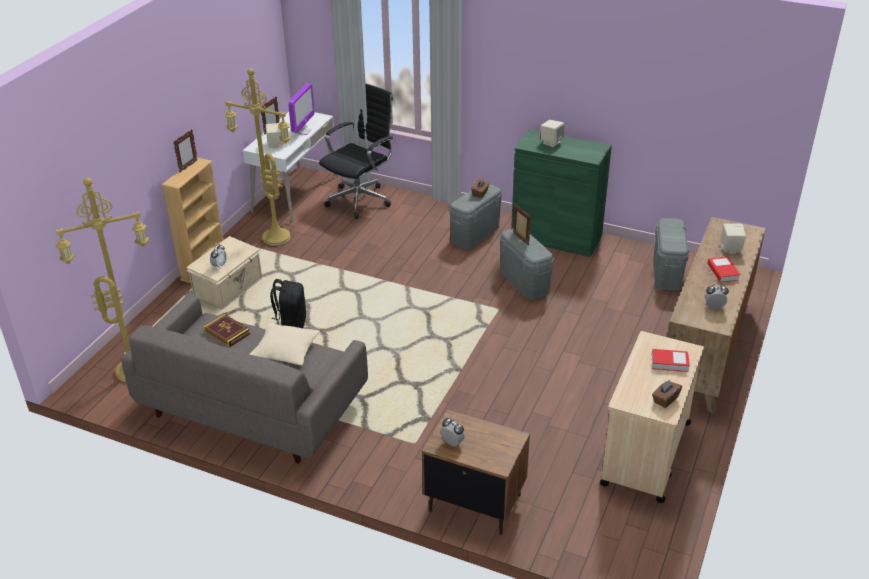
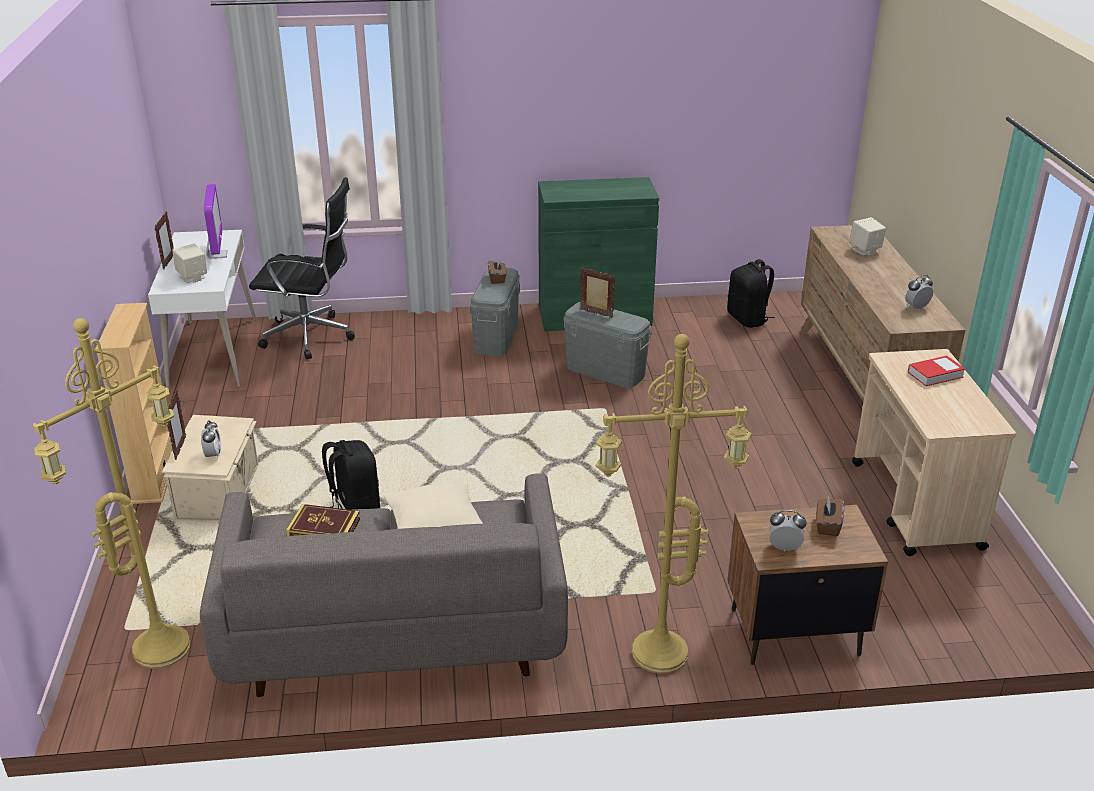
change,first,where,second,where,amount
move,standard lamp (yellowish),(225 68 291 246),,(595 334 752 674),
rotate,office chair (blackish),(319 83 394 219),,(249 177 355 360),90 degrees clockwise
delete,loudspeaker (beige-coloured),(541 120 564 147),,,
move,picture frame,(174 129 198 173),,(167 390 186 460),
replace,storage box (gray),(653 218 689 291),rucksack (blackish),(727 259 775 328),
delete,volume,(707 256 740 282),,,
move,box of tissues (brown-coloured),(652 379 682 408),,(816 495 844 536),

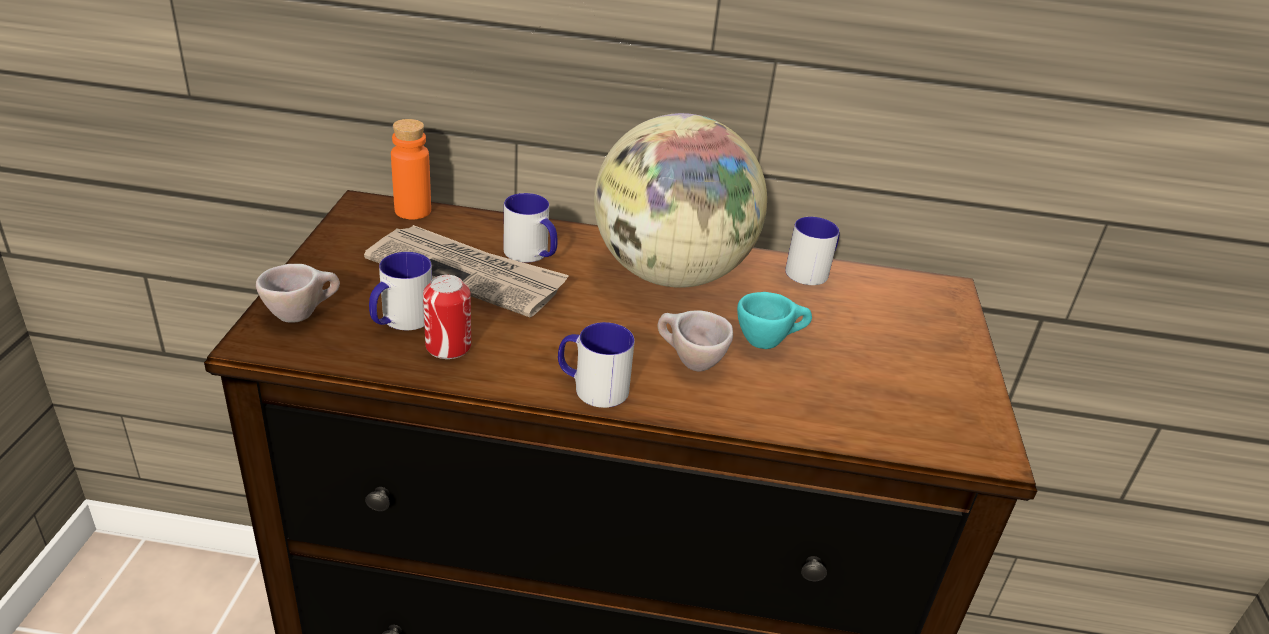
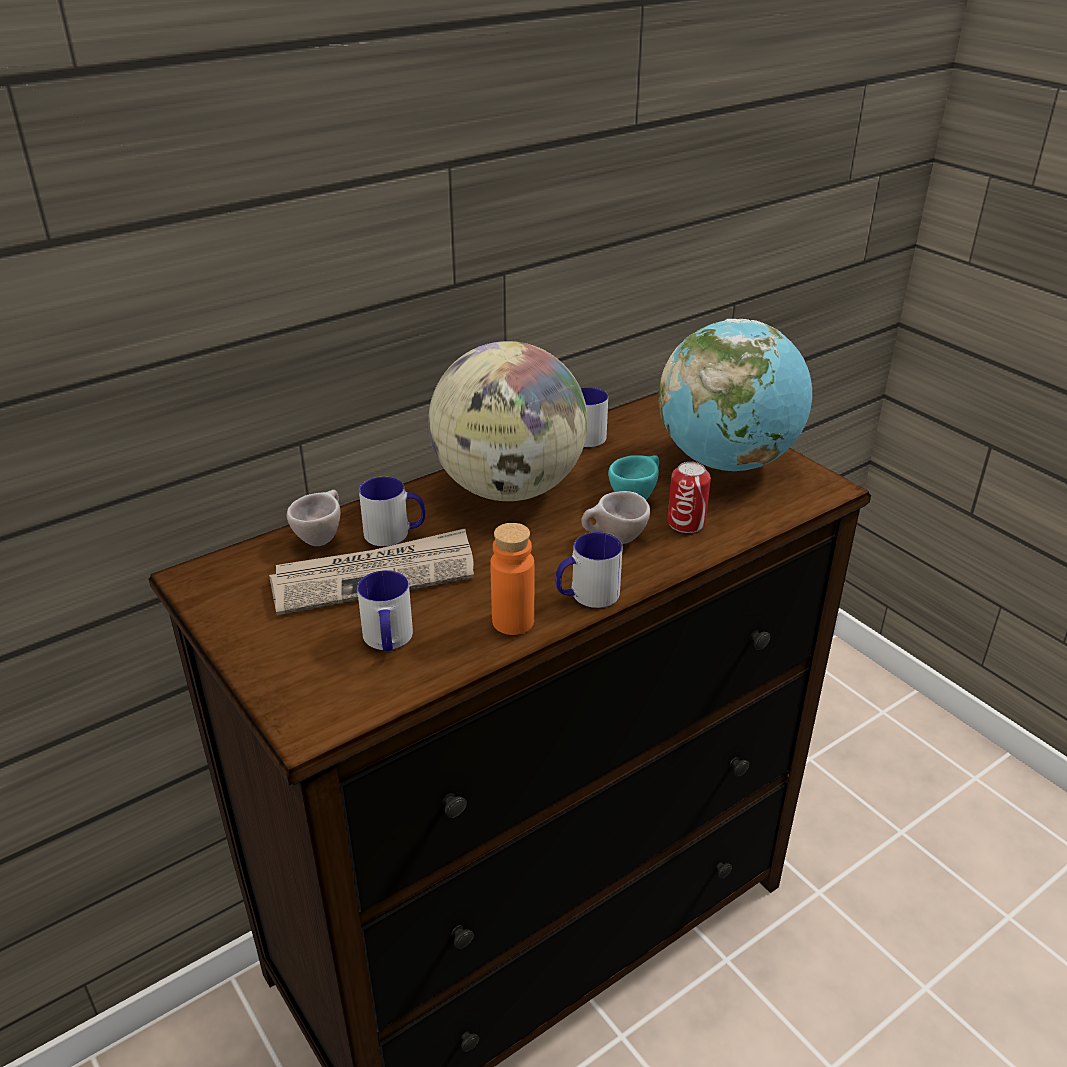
change,first,where,second,where,amount
move,bottle (orangey),(391 119 431 219),,(490 523 534 635),
move,drinking cup (beige-coloured),(256 264 340 323),,(287 490 340 546),
move,can,(423 275 471 359),,(668 462 711 533),
insert,,,world globe,(659 319 812 471),

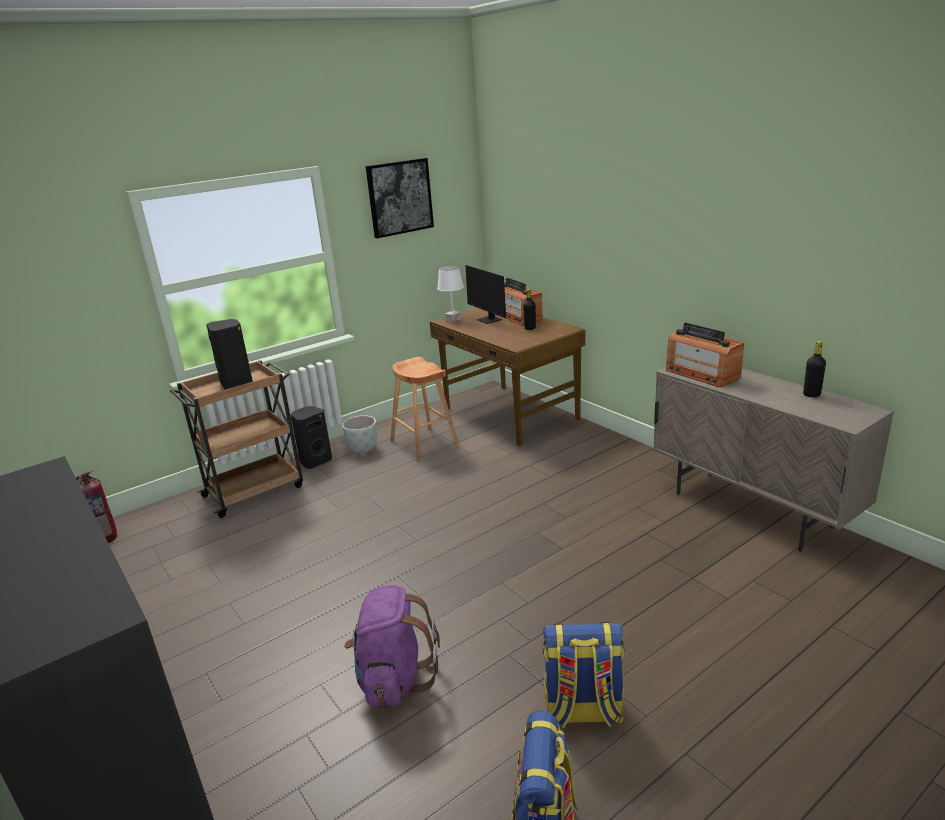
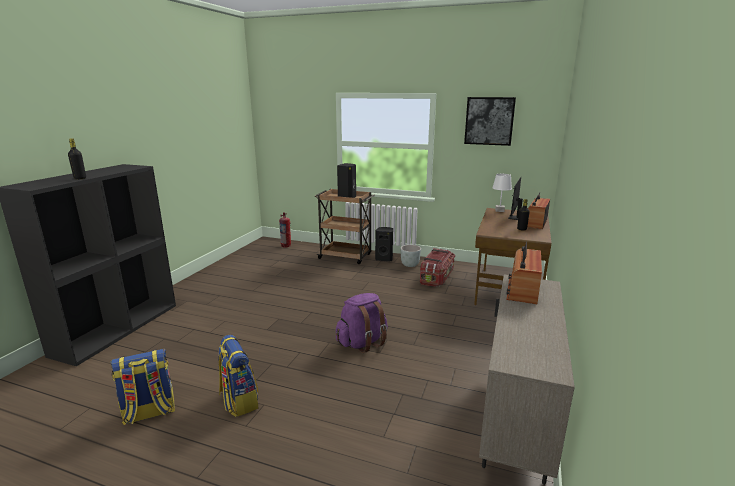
change,first,where,second,where,amount
move,bottle (blackish),(803 341 826 397),,(68 138 86 179),
replace,sitting stool (brown-coloured),(391 357 459 461),storage box,(420 248 455 287),
move,rucksack (purplish),(344 585 440 708),,(336 293 388 353),

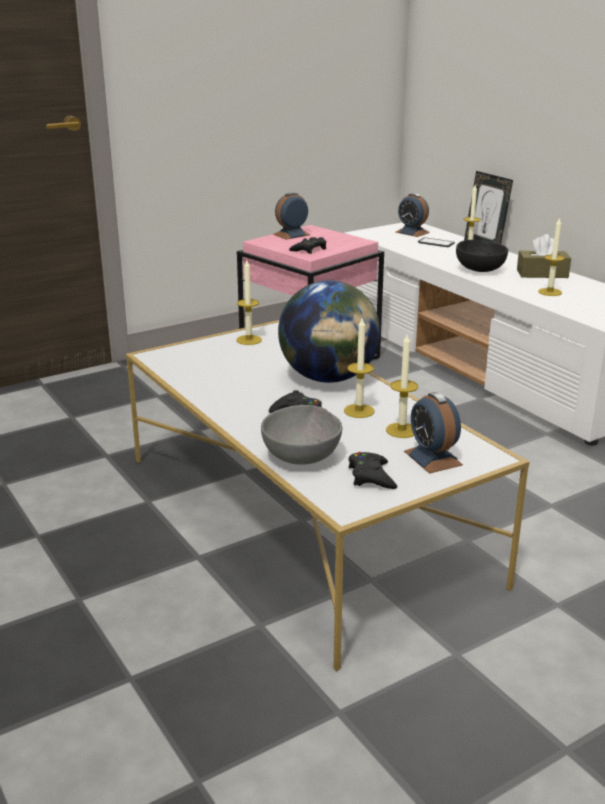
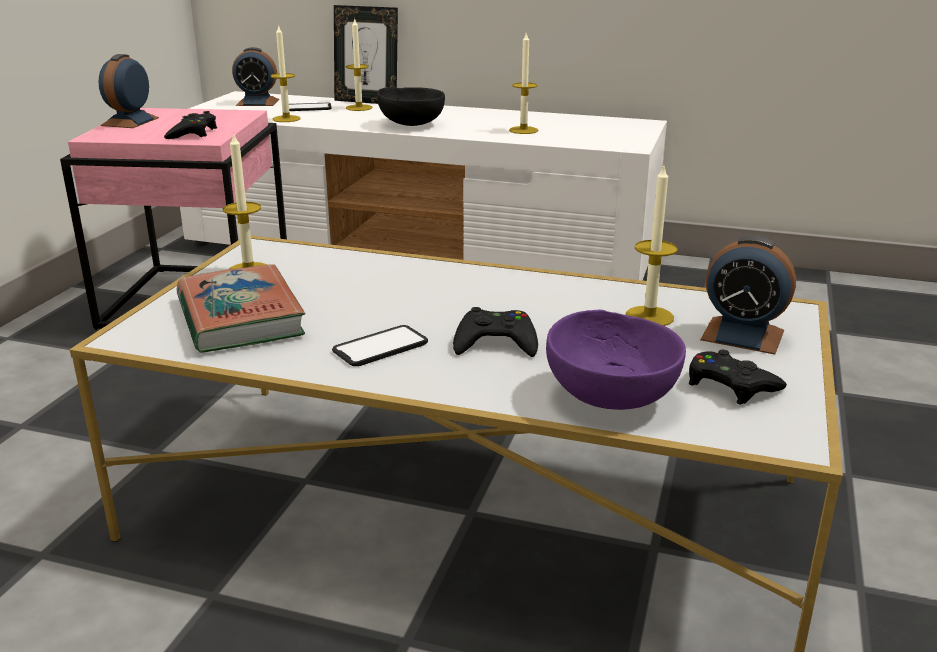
change,first,where,second,where,amount
delete,box of tissues (brown-coloured),(517 234 571 278),,,
delete,world globe,(278 280 380 383),,,
move,wax light,(344 318 375 418),,(271 24 301 122),
recolor,bowl (gray),(261 405 342 465),bowl (purplish),(546 310 686 410),
insert,,,volume,(177 264 305 353),
insert,,,telephone,(332 325 428 366),

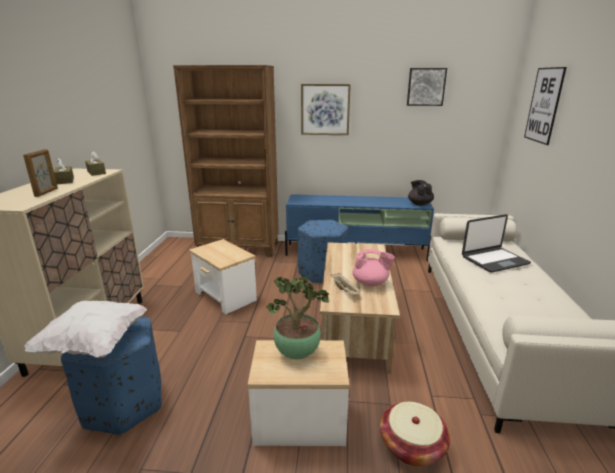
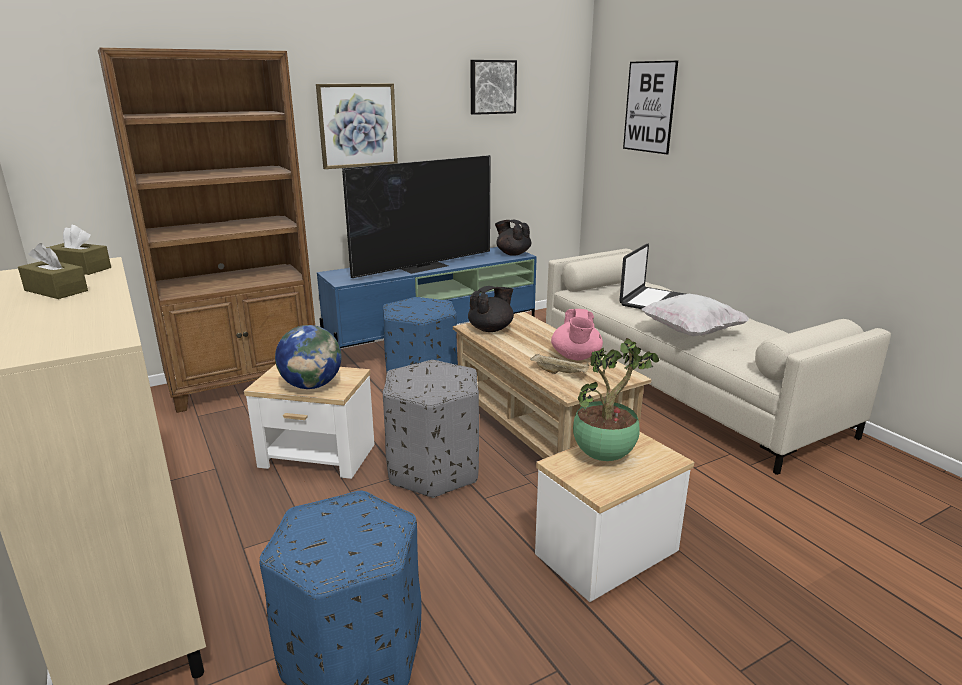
change,first,where,second,where,amount
delete,picture frame,(23 149 58 197),,,
rotate,tea pot (pink),(353 249 395 286),,(551 309 603 360),120 degrees clockwise
move,pillow (white-coloured),(25 300 147 358),,(641 294 749 337),
delete,basket,(380 402 450 466),,,
insert,,,TV set,(342 155 491 278),
insert,,,tea pot (blackish),(468 286 514 332),
insert,,,world globe,(275 325 341 389),
insert,,,ottoman (gray),(383 360 479 498),

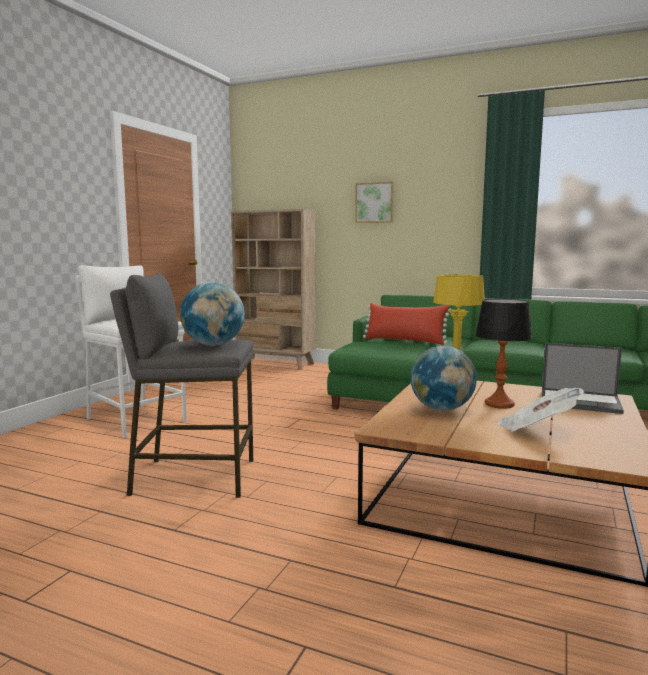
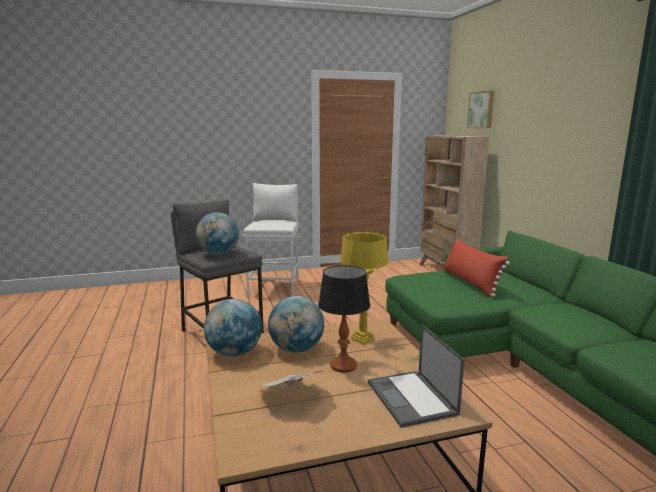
change,first,where,second,where,amount
move,wall art,(355 182 394 223),,(467 90 494 128),
insert,,,world globe,(204 299 262 357),

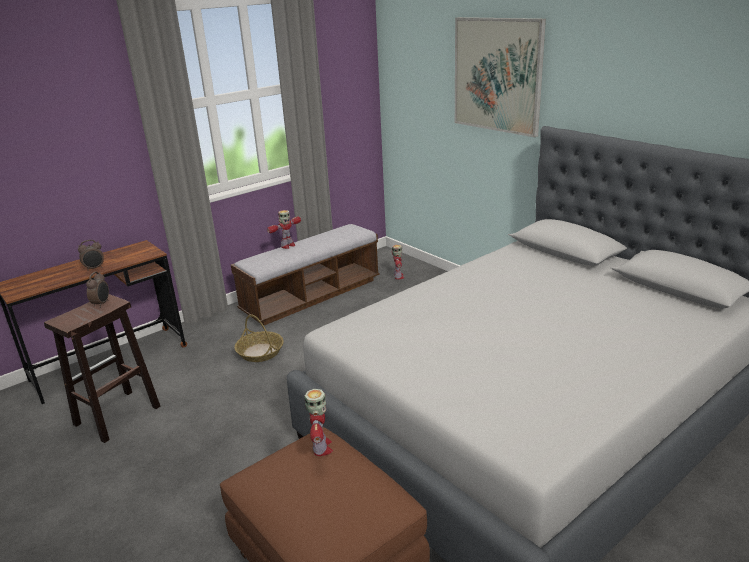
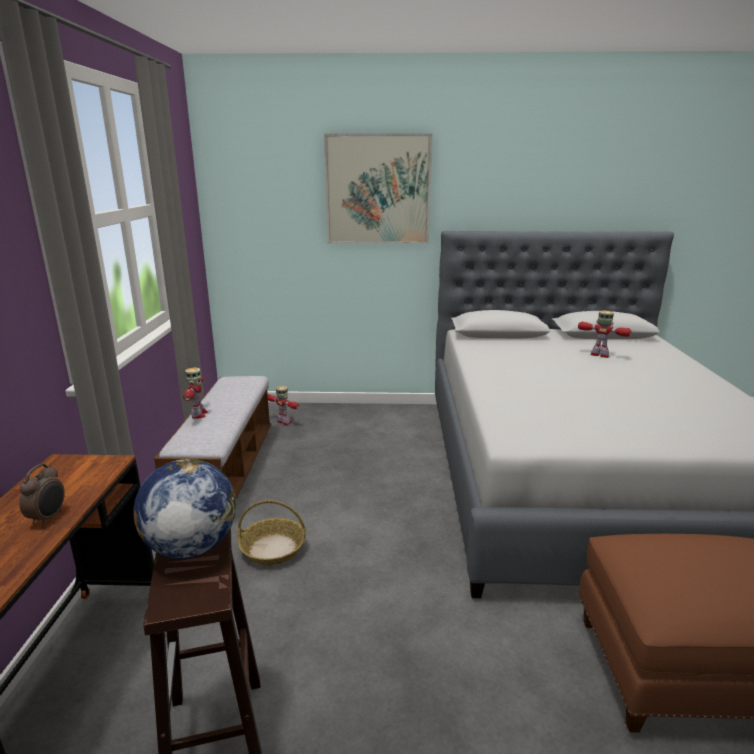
change,first,where,second,where,amount
replace,bedside clock,(86 272 109 308),world globe,(133 459 236 559),
move,model robot,(304 389 333 456),,(578 311 632 358),

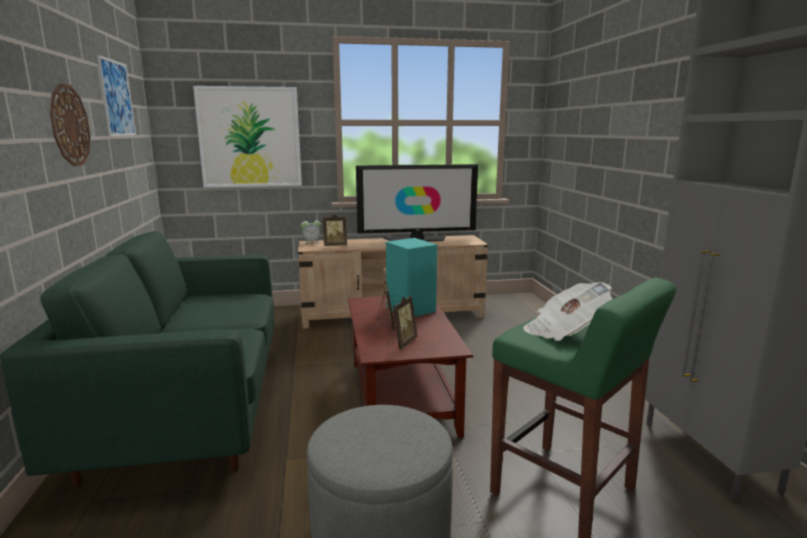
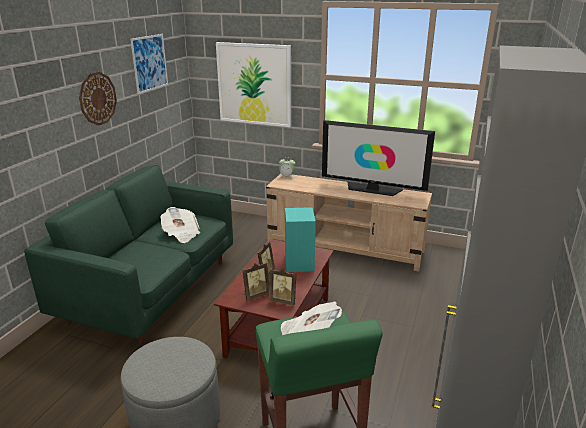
change,first,where,second,where,amount
move,picture frame,(323 214 347 246),,(269 268 296 305),
insert,,,printed paper,(160 207 200 243),

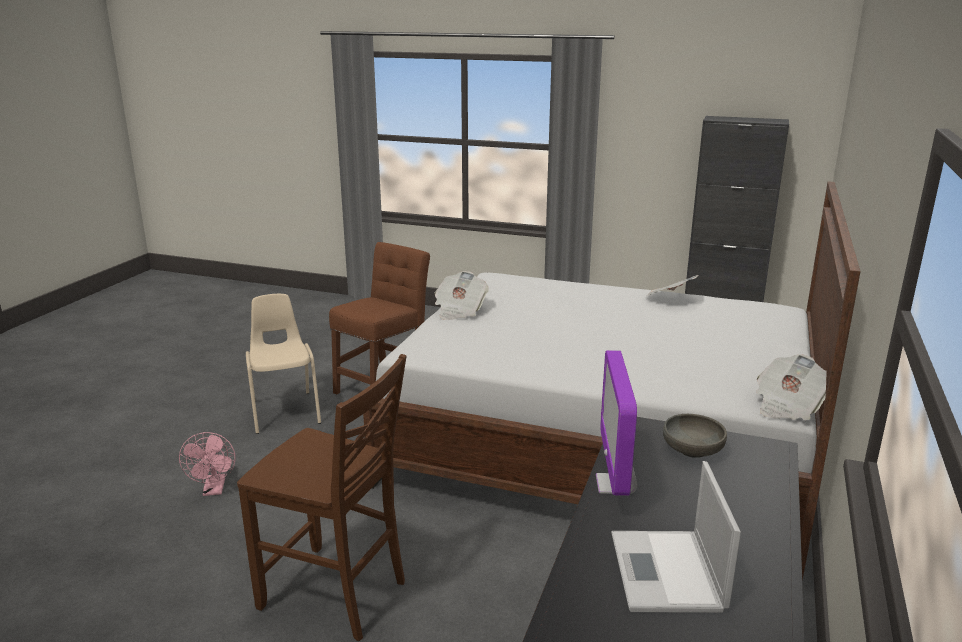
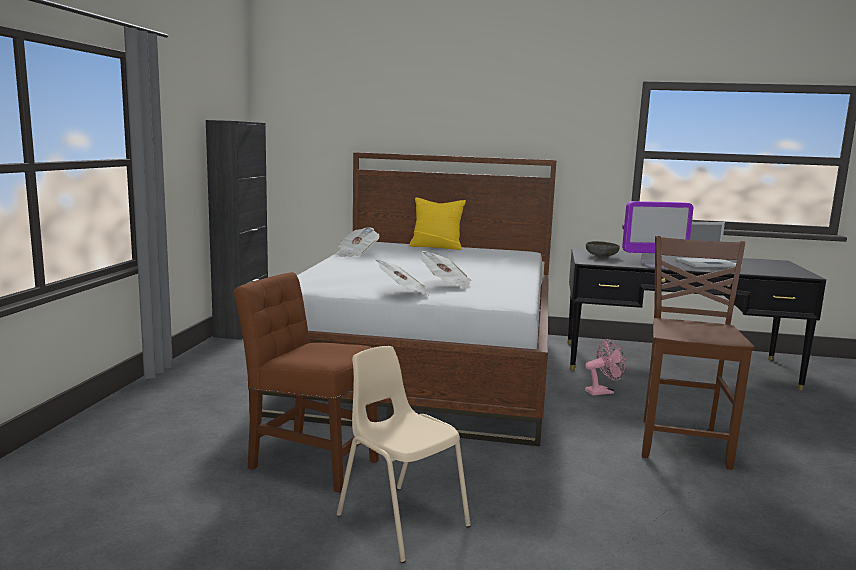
change,first,where,second,where,amount
rotate,plain chair (beige-coloured),(246 294 321 434),,(337 346 471 563),75 degrees clockwise
move,printed paper,(756 354 826 420),,(421 251 471 289),
move,cooling fan (pink),(179 432 236 496),,(585 339 625 395),
insert,,,pillow (yellowish),(409 198 466 250),

